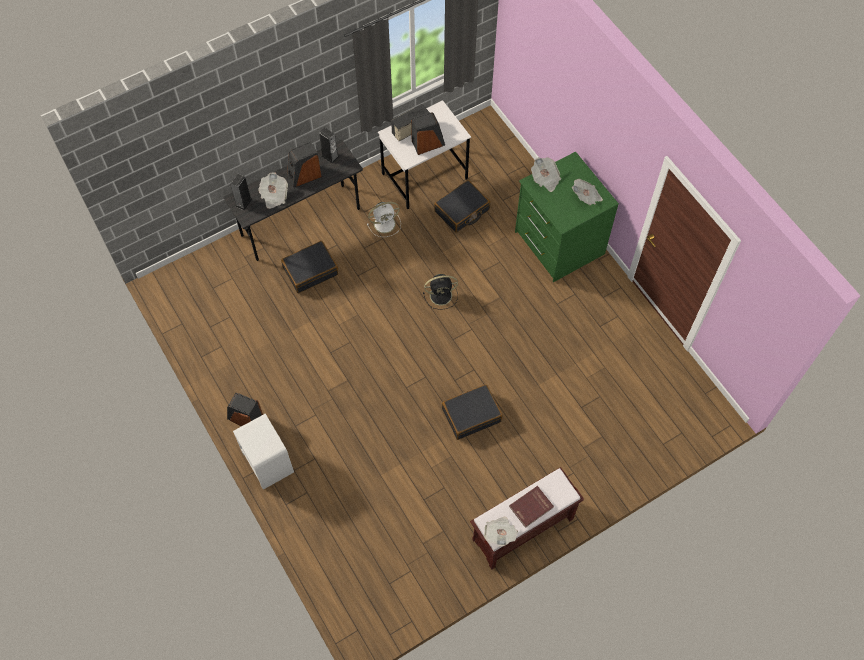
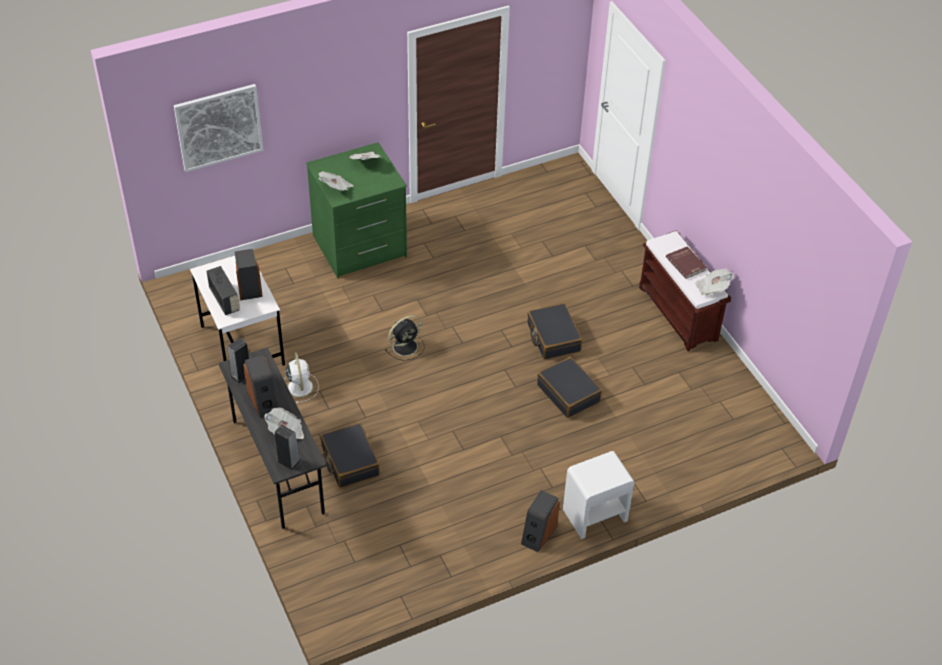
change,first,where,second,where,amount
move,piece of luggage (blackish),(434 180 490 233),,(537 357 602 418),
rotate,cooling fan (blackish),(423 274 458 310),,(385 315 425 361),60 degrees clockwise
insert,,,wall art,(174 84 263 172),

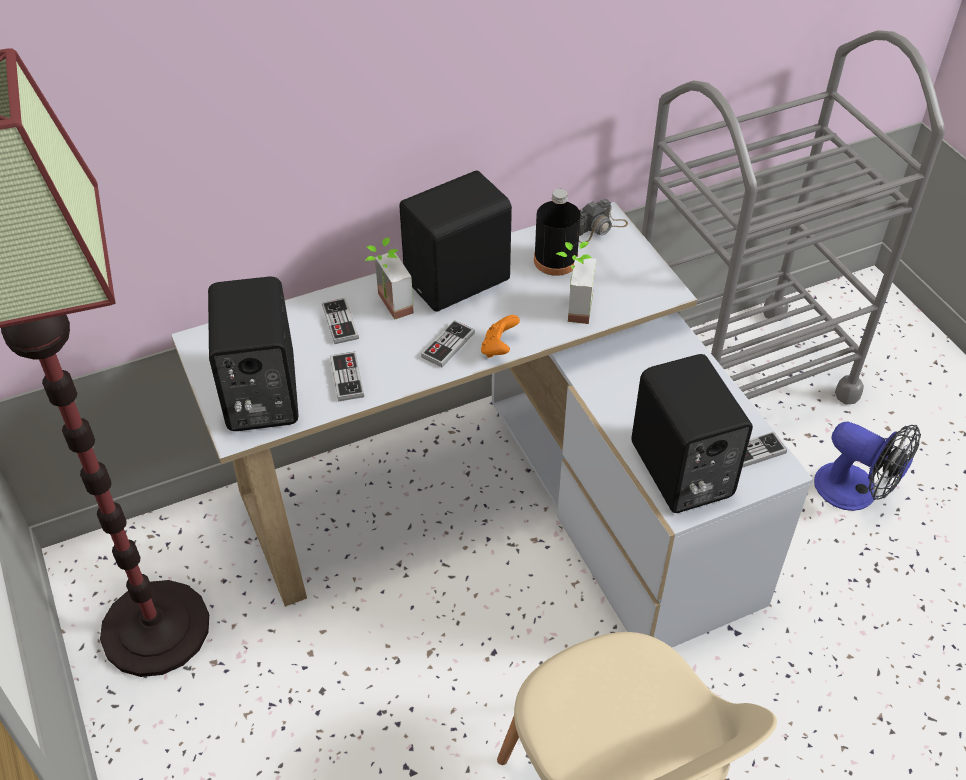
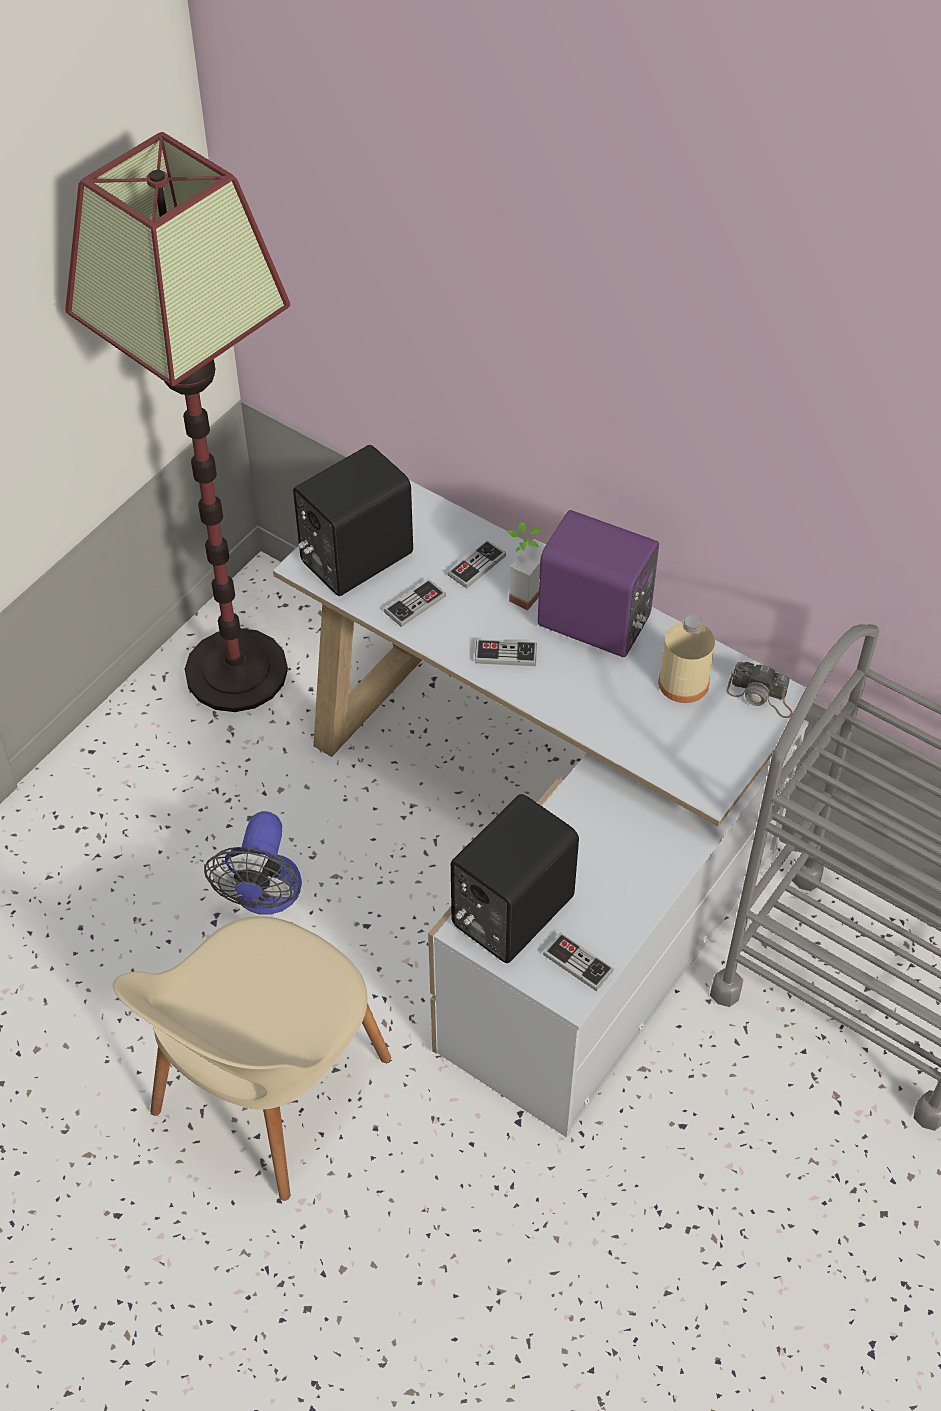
change,first,where,second,where,amount
recolor,loudspeaker (blackish),(399 171 512 312),loudspeaker (purplish),(538 510 659 657),
recolor,bottle (blackish),(534 189 581 276),bottle (beige-coloured),(659 615 715 703),
delete,houseplant,(556 242 596 324),,,
delete,joypad (orangey),(481 315 520 358),,,
move,cooling fan,(814 422 921 511),,(204 811 302 915),

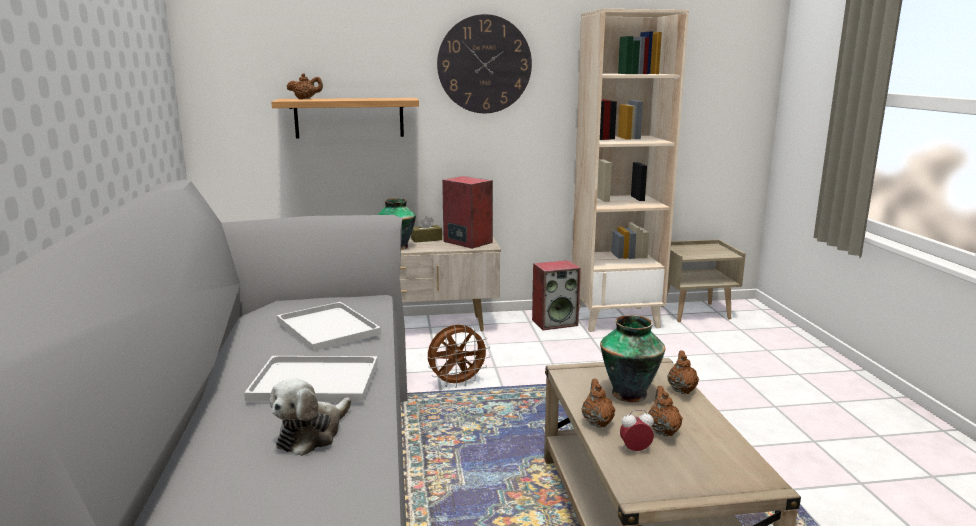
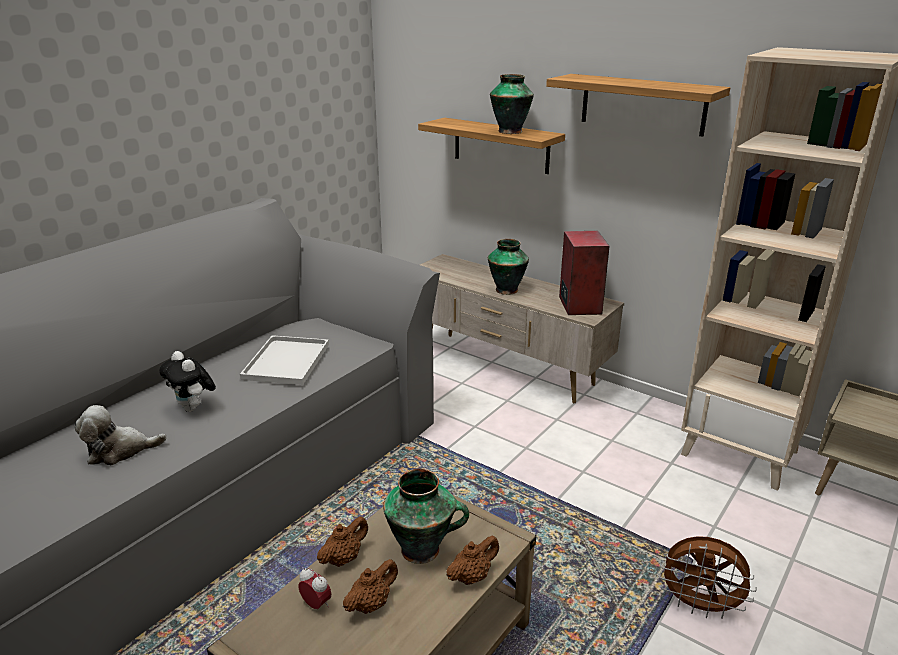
change,first,where,second,where,amount
replace,wall clock,(437 14 532 113),shelf,(546 74 730 137),
delete,tea pot (brown-coloured),(287 73 323 99),,,
delete,box of tissues (brown-coloured),(411 216 442 243),,,
delete,loudspeaker,(532 260 581 330),,,
move,cooling fan (brown-coloured),(428 325 490 388),,(658 536 757 619),
replace,serving tray (white-coloured),(244 356 378 402),soft toy,(159 351 216 412),
insert,,,flower vase,(490 74 534 134),

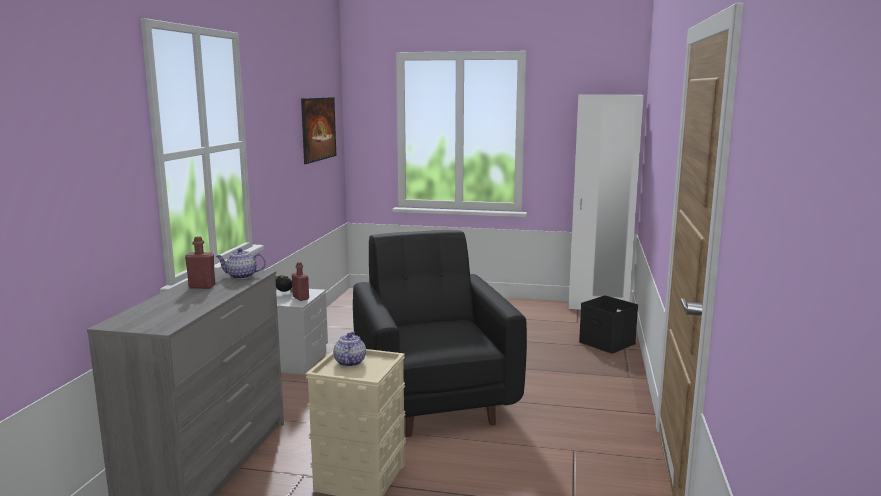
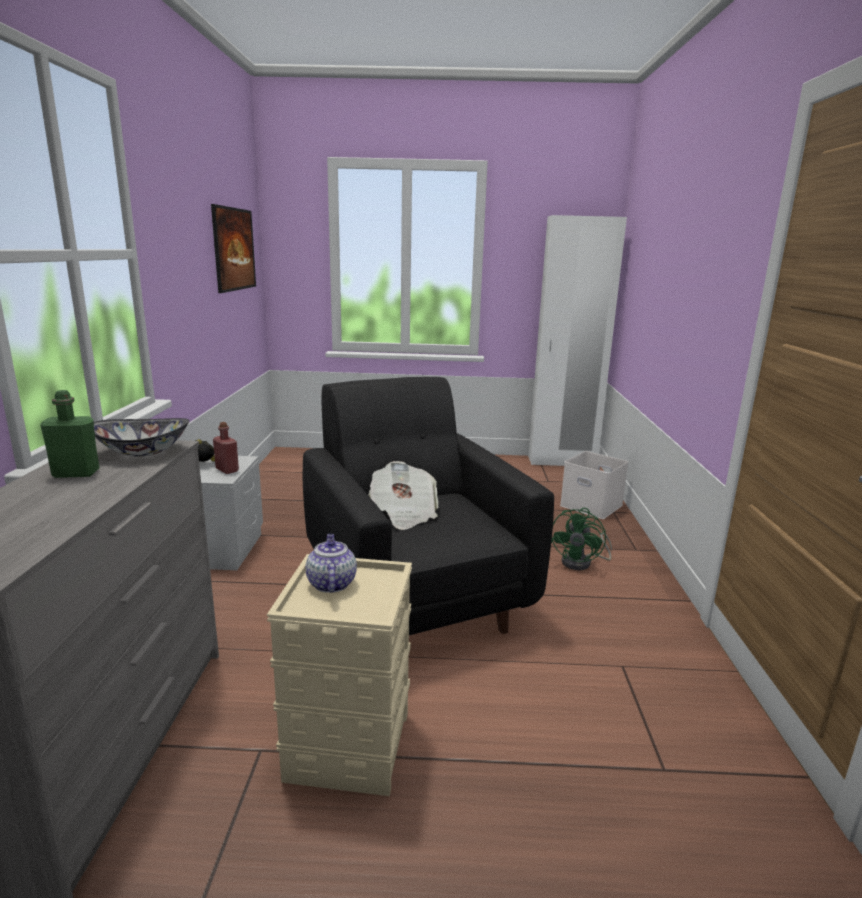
change,first,where,second,where,amount
recolor,bottle (red-coloured),(185 236 216 289),bottle (greenish),(41 390 100 478),
replace,tea pot,(216 248 266 279),bowl,(94 418 189 456),
recolor,storage box (blackish),(579 296 638 354),storage box (white-coloured),(560 451 628 519),
insert,,,printed paper,(368 461 438 530),
insert,,,cooling fan (greenish),(551 508 612 570),

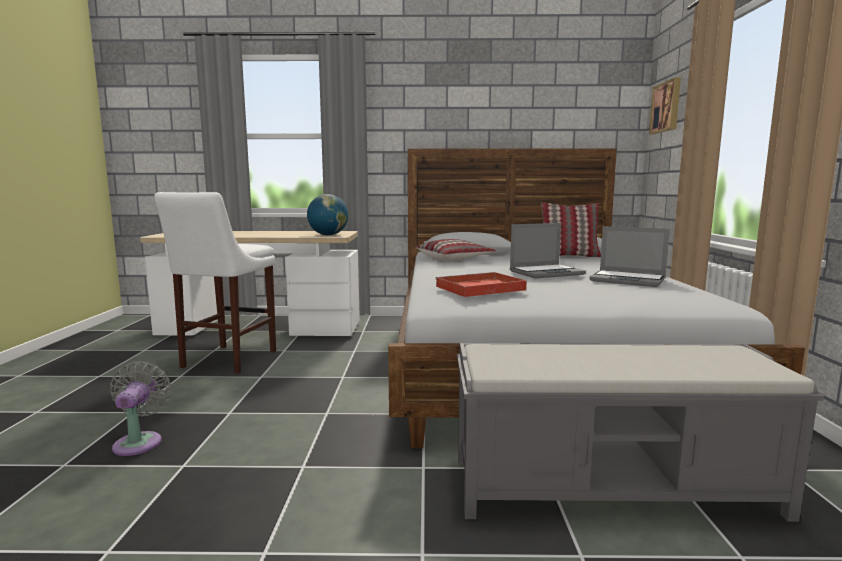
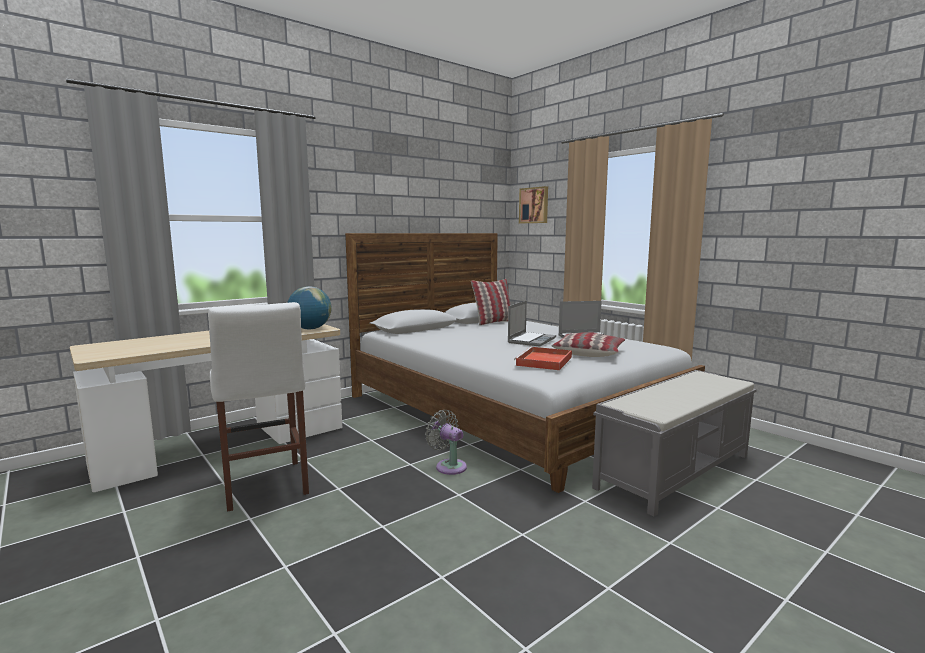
change,first,where,second,where,amount
move,pillow,(416 239 496 261),,(552 332 625 357),
move,cooling fan (gray),(110 361 171 456),,(425 410 467 475),

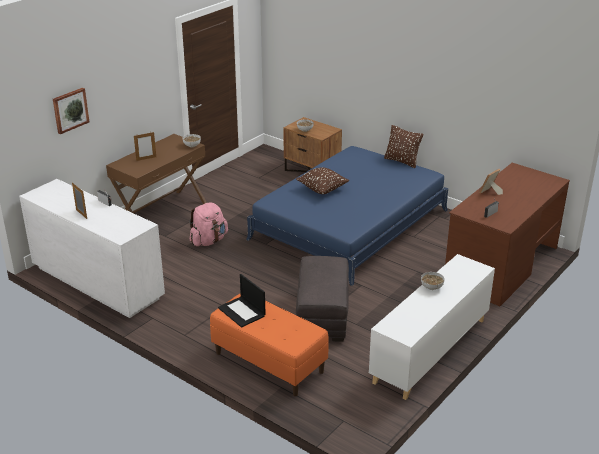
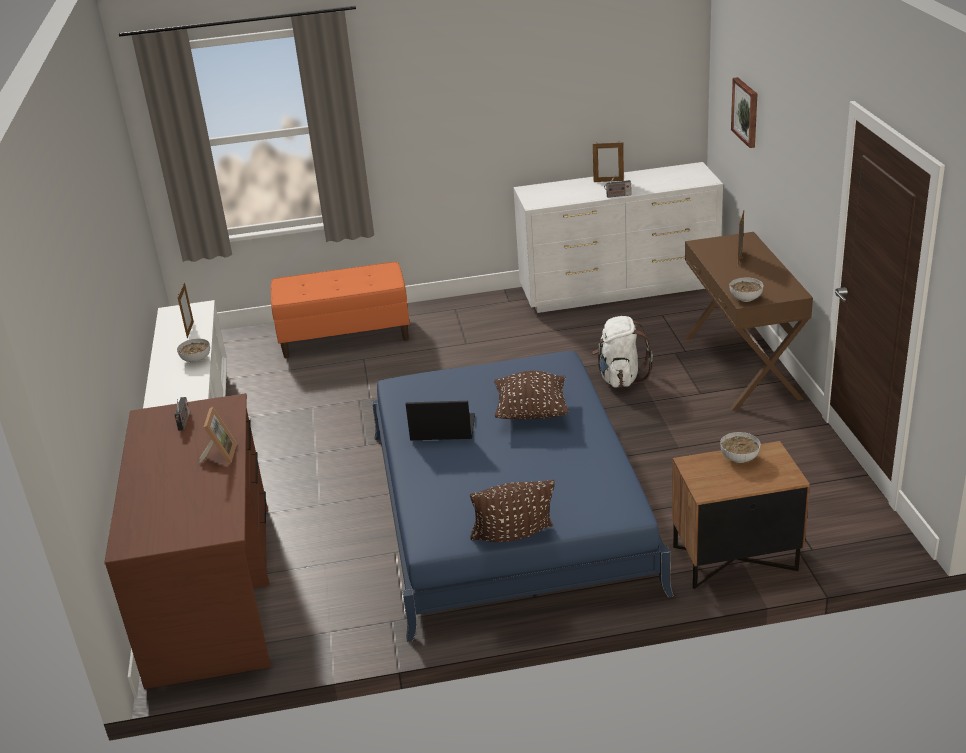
change,first,where,second,where,amount
recolor,rucksack (pink),(190 202 228 246),rucksack (white-coloured),(592 316 653 388),
delete,ottoman (gray),(296 256 349 342),,,
move,portable computer,(218 274 266 328),,(406 401 475 440),
insert,,,picture frame,(178 282 194 338),

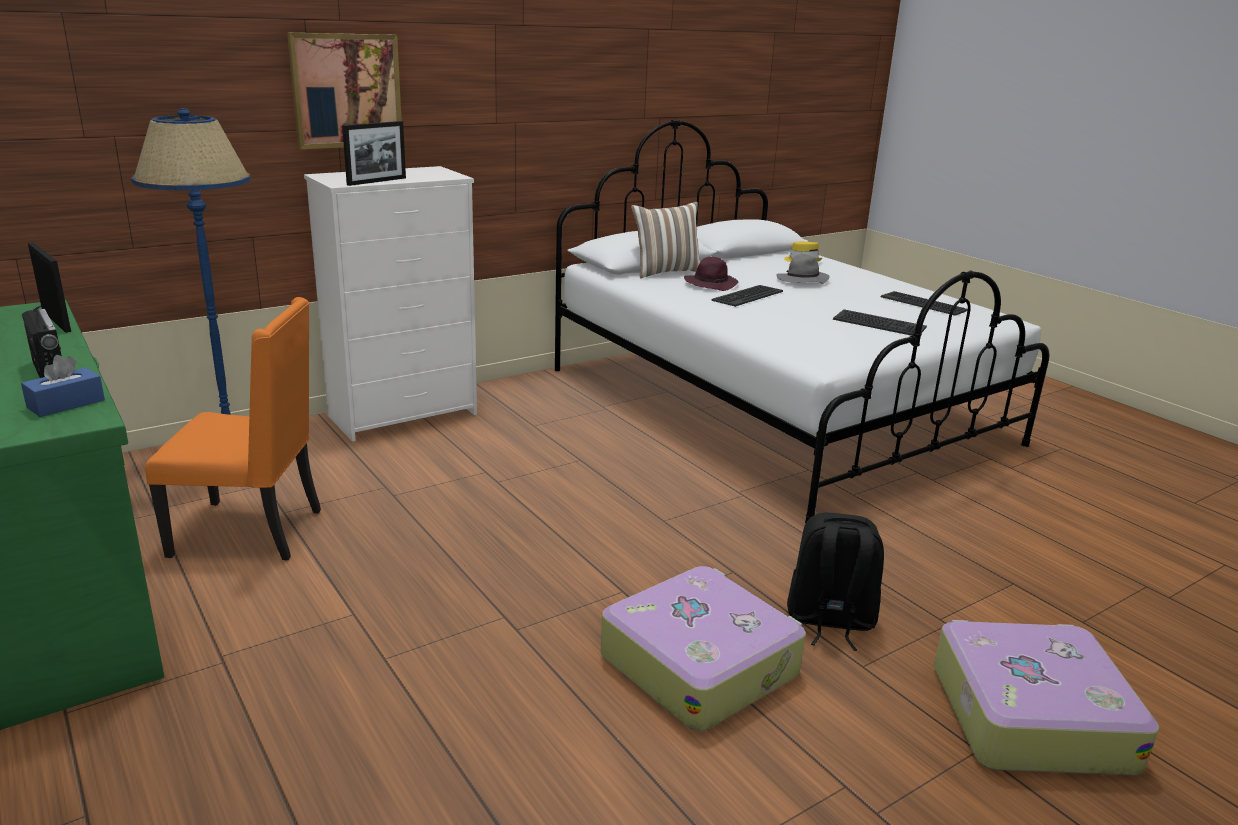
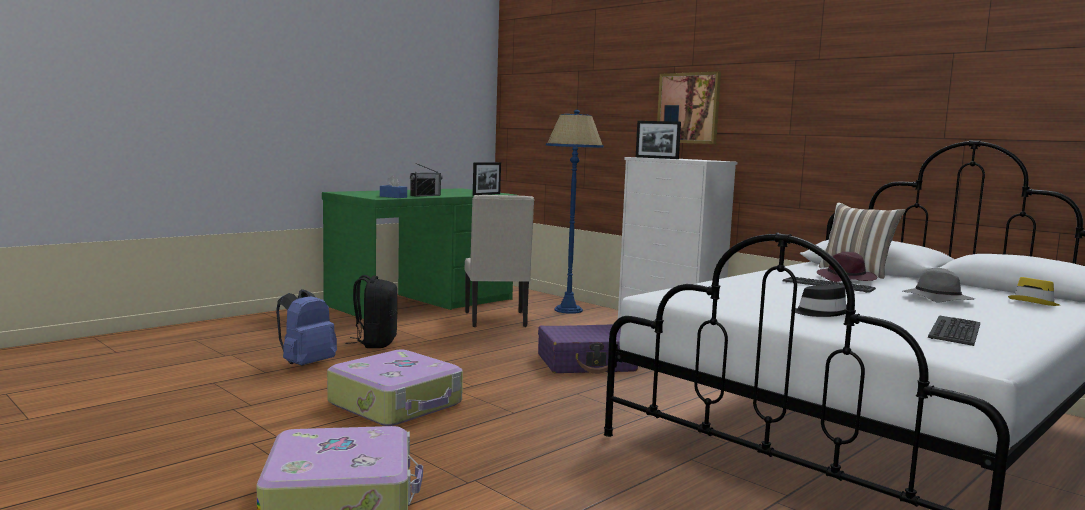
change,first,where,second,where,amount
recolor,plain chair (orangey),(145 297 321 561),plain chair (beige-coloured),(465 195 534 327),
replace,computer keyboard,(833 309 927 336),wearable hat (blackish),(791 285 847 317),
move,rucksack (blackish),(787 513 884 651),,(345 275 397 348),
insert,,,rucksack (blue-coloured),(276 289 337 365),
insert,,,piece of luggage (purplish),(538 325 638 374),

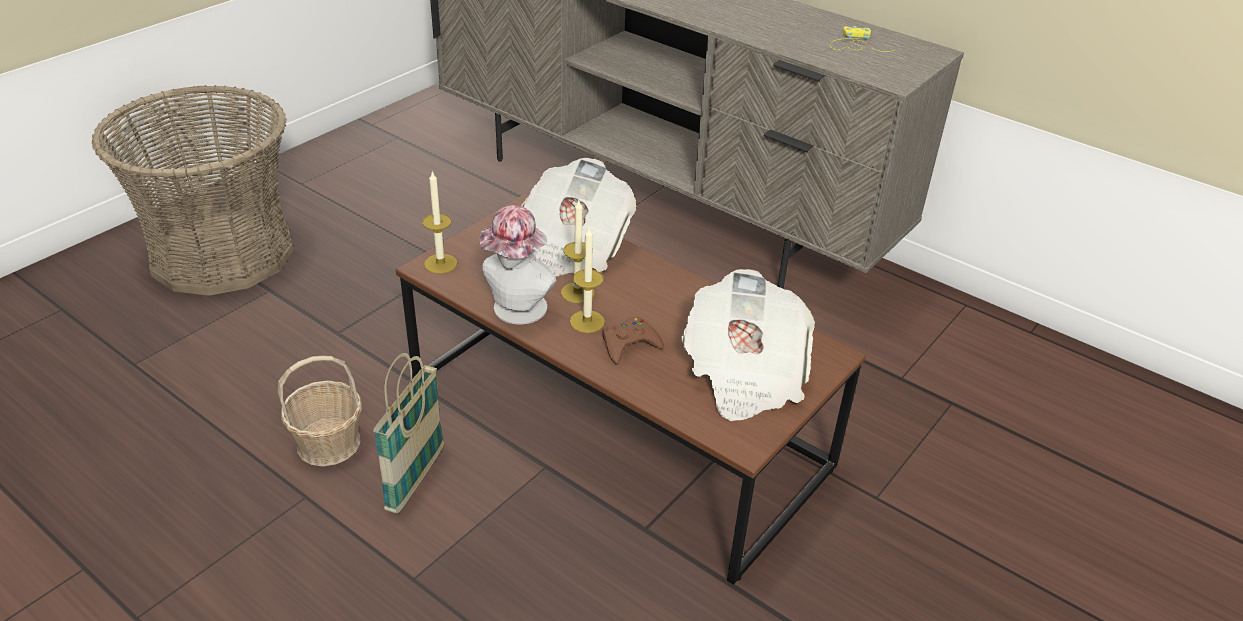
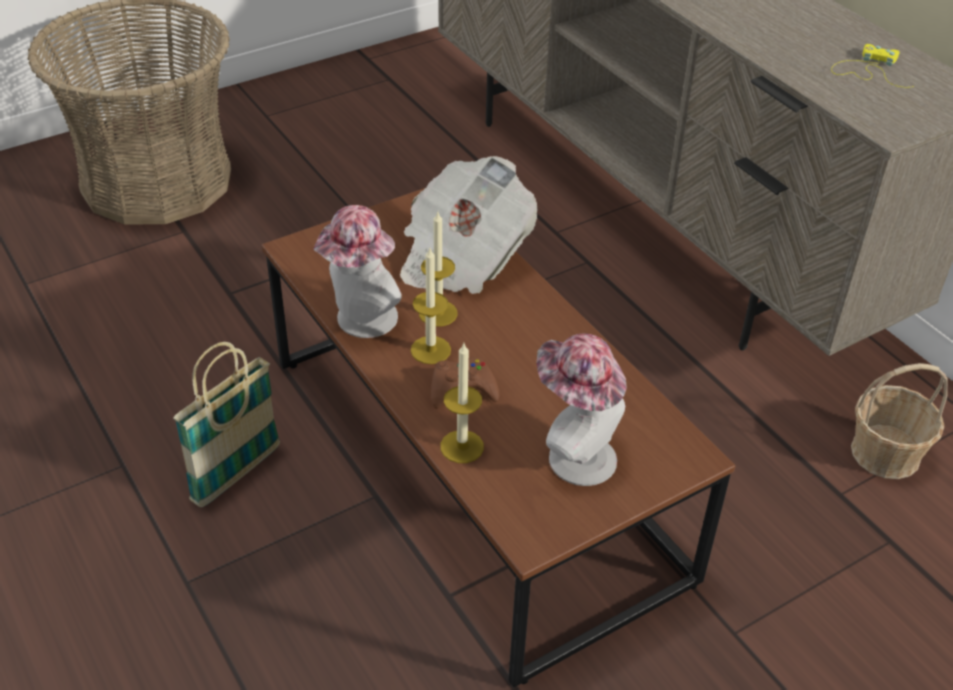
change,first,where,second,where,amount
move,wax light,(422 171 457 274),,(440 344 484 463),
replace,printed paper,(681 269 815 421),wearable hat,(536 333 627 486),
move,basket,(278 356 362 466),,(851 363 948 479),

